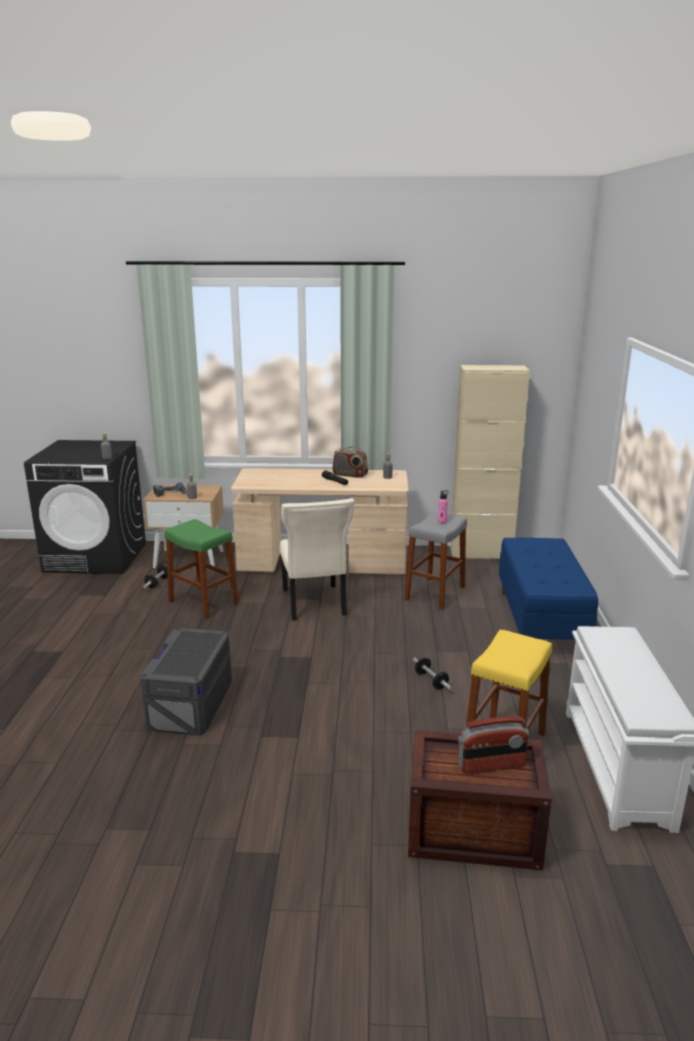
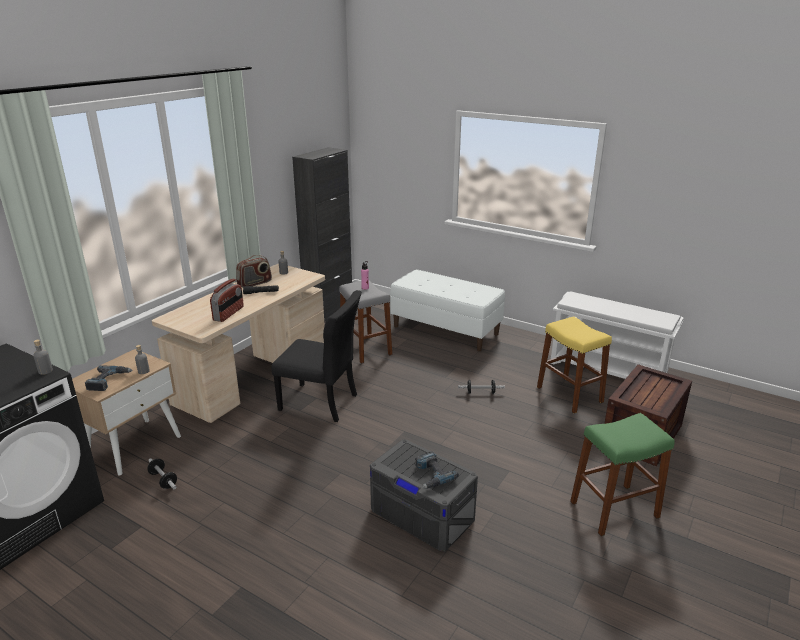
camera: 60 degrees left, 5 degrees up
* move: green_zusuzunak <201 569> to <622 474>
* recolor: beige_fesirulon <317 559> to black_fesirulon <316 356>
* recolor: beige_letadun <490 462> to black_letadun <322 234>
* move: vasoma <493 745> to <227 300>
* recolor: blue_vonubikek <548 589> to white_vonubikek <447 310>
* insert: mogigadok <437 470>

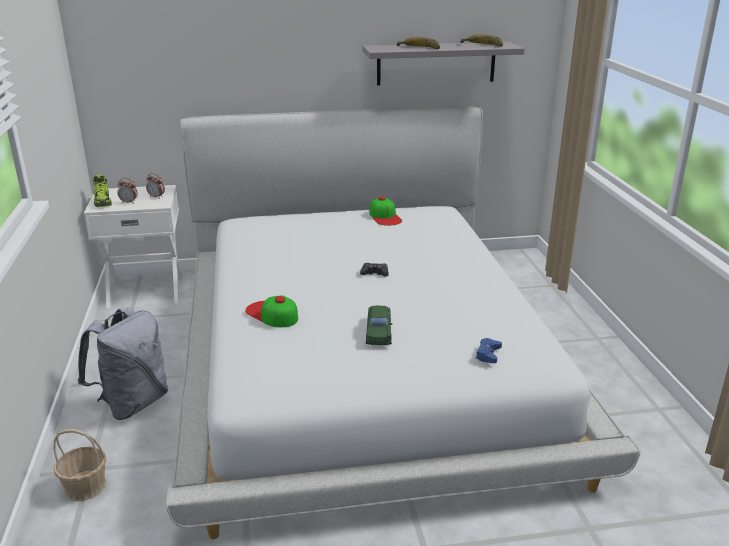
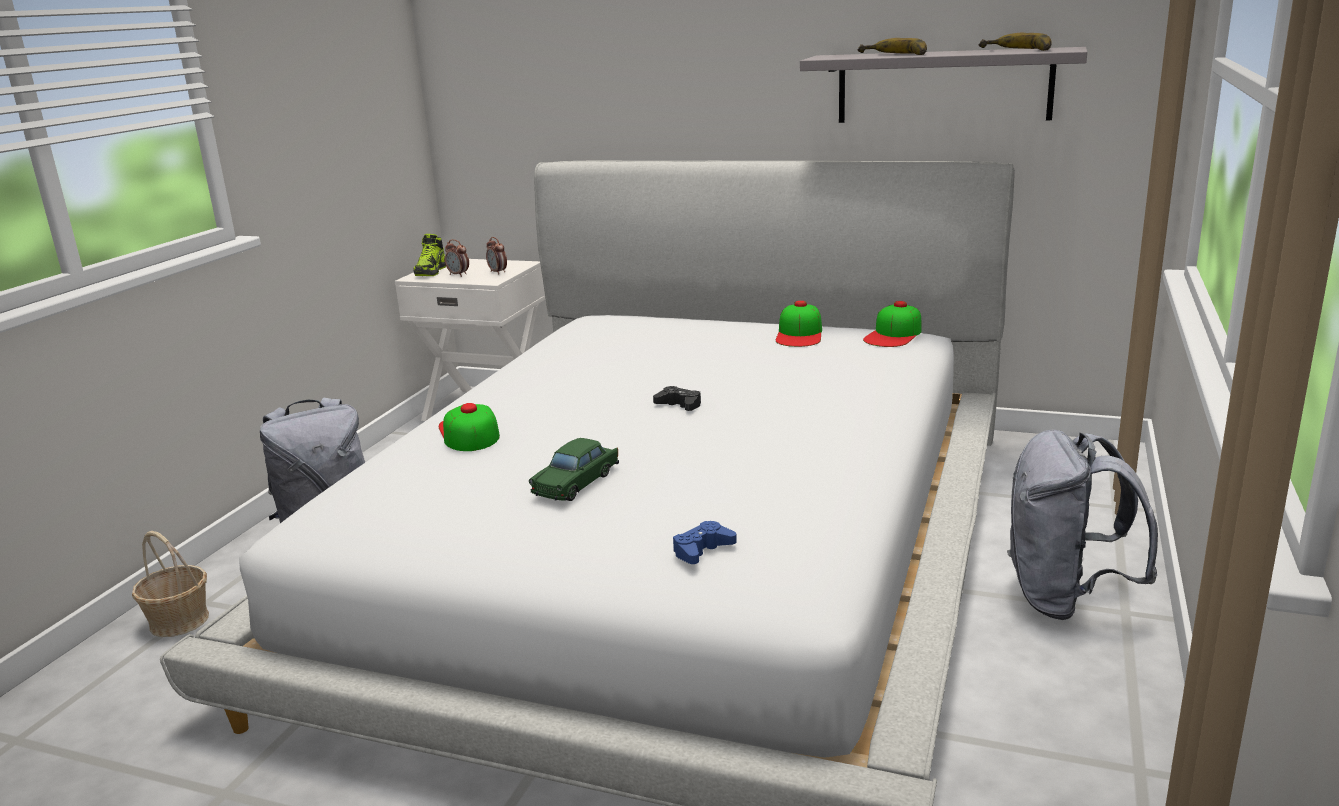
camera: 30 degrees right, 5 degrees down
* insert: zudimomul <892 324>
* insert: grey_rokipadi <1082 525>

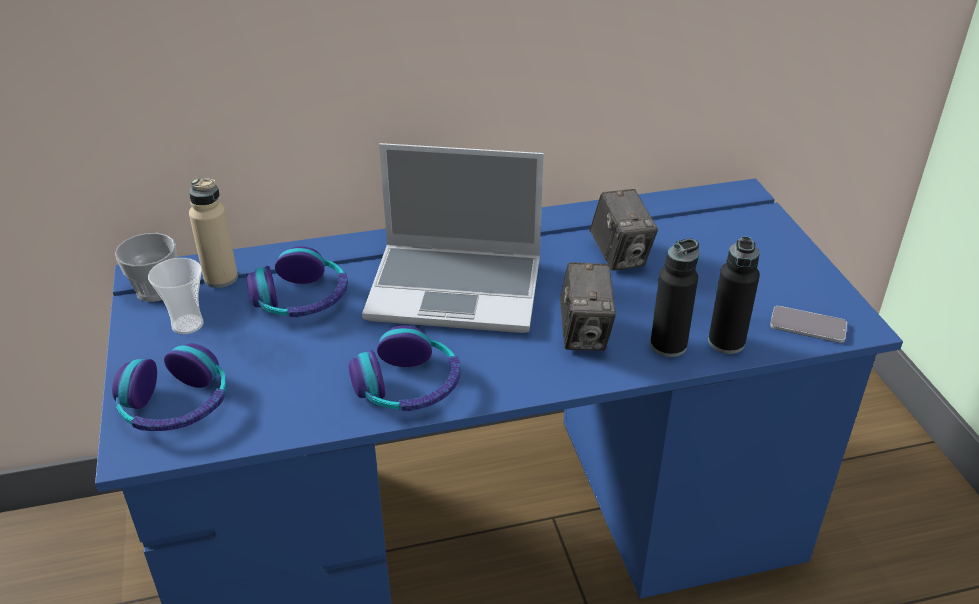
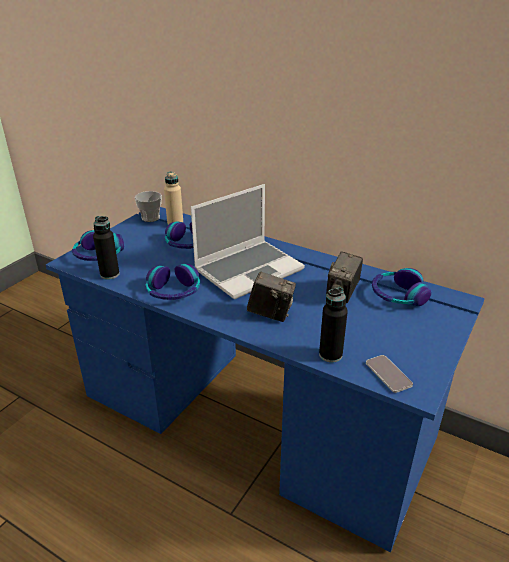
camera: 45 degrees right, 5 degrees down
* delete: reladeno <176 296>
* rotate: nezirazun <453 238> = <248 241> 90 degrees counterclockwise
* rotate: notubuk <588 306> = <271 297> 120 degrees counterclockwise
* move: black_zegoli <674 297> to <106 248>
* insert: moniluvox <401 287>

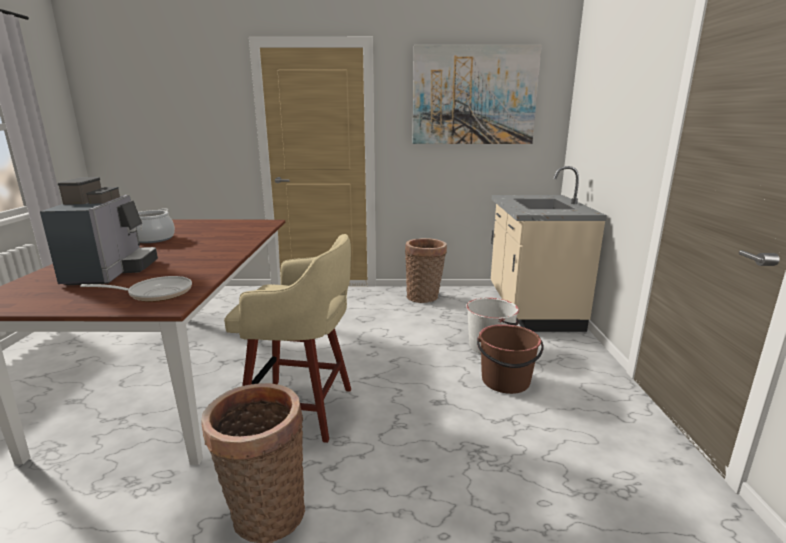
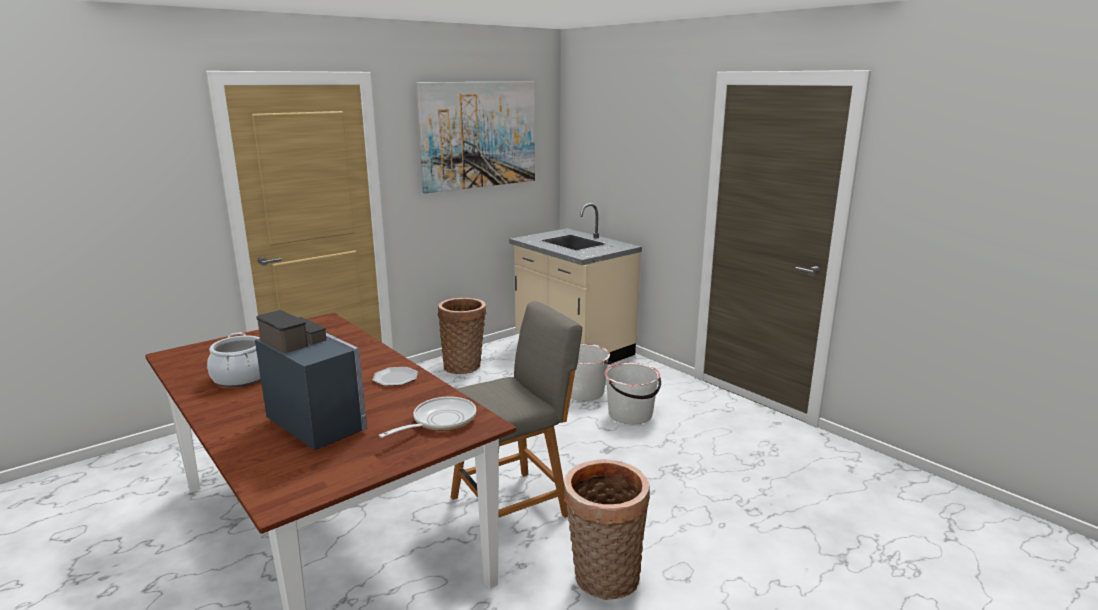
camera: 40 degrees left, 0 degrees up
* replace: beige_zusuzunak <287 338> to grey_fesirulon <516 409>
* recolor: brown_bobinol <510 359> to white_bobinol <633 393>
* insert: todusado <395 376>

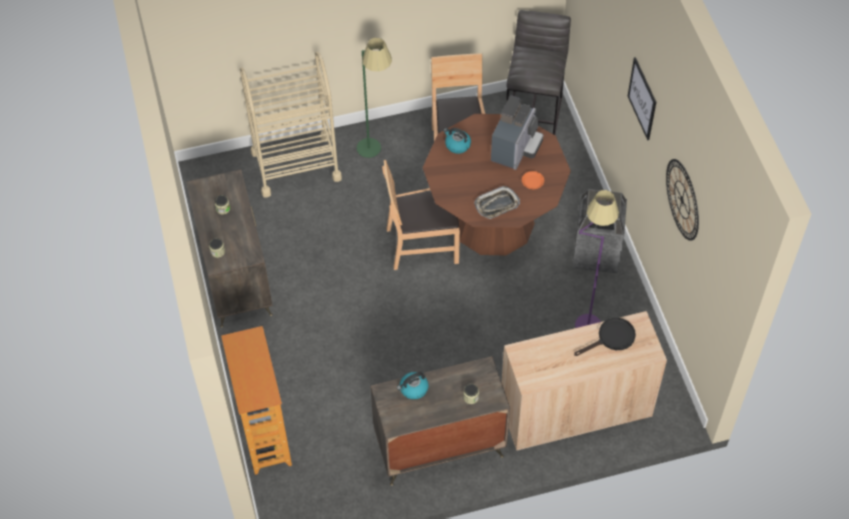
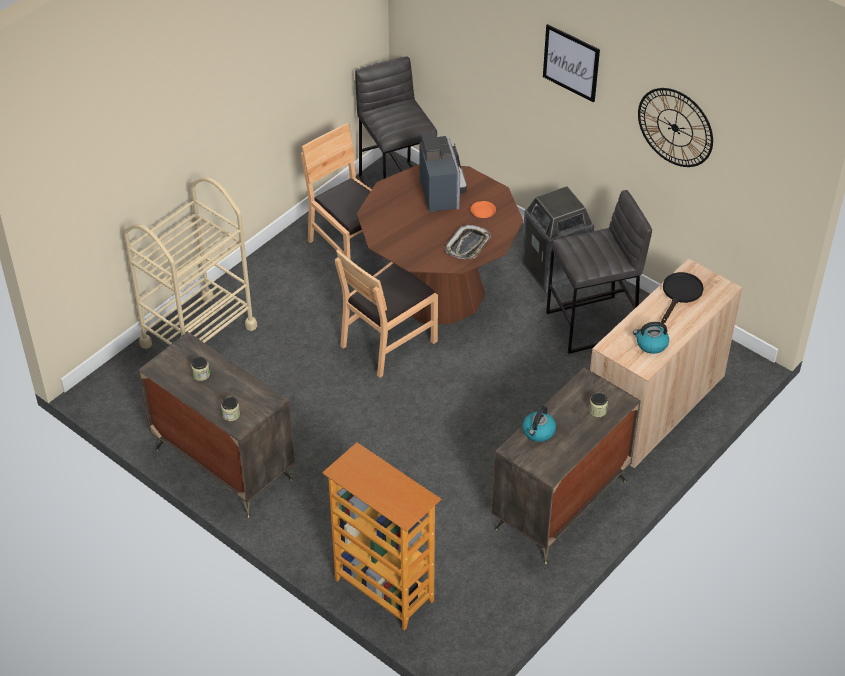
camera: 35 degrees left, 10 degrees down
* delete: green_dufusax <374 98>
* move: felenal <457 141> to <651 338>
* replace: purple_dufusax <597 259> to grey_zusuzunak <599 272>

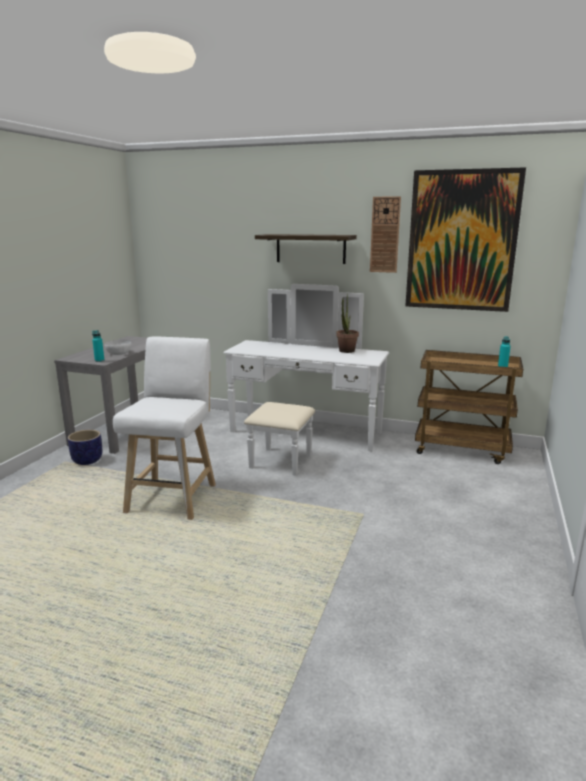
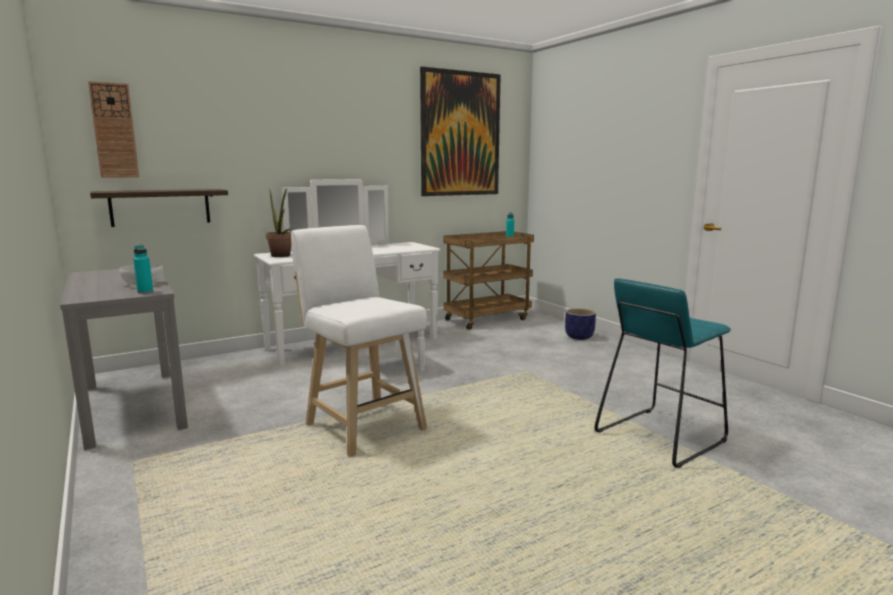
camera: 50 degrees left, 5 degrees down
* move: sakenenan <85 447> to <580 324>
* move: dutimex <306 249> to <159 208>
* move: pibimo <347 324> to <278 222>
* move: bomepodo <385 234> to <113 129>
* insert: turquoise_zusuzunak <663 373>

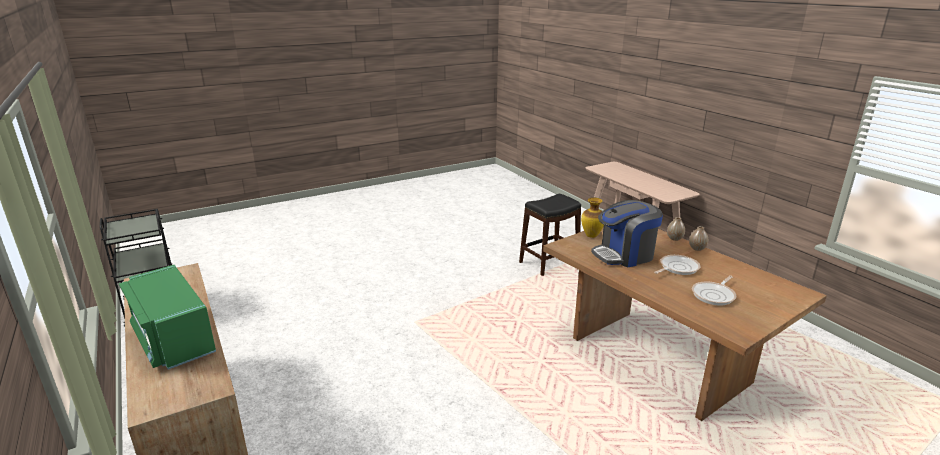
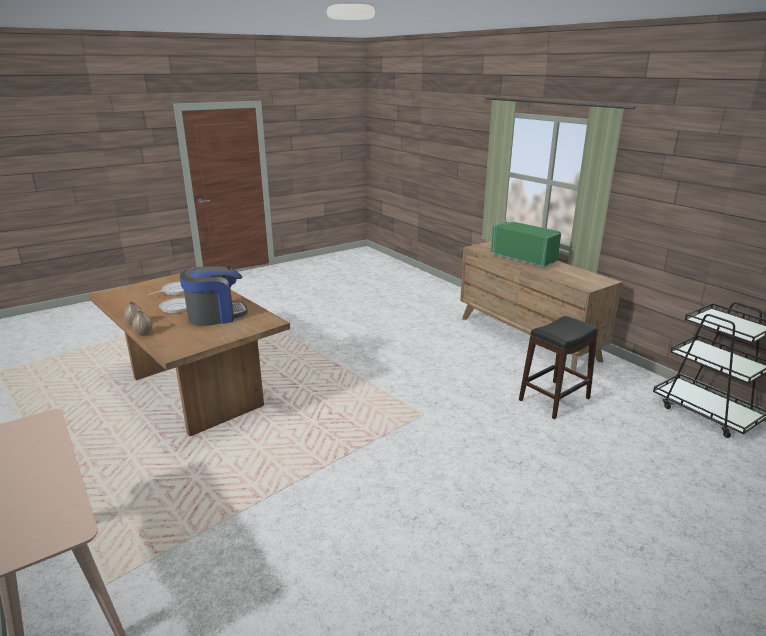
camera: 175 degrees right, 0 degrees up
* move: black_zusuzunak <550 235> to <558 367>
* delete: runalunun <592 218>

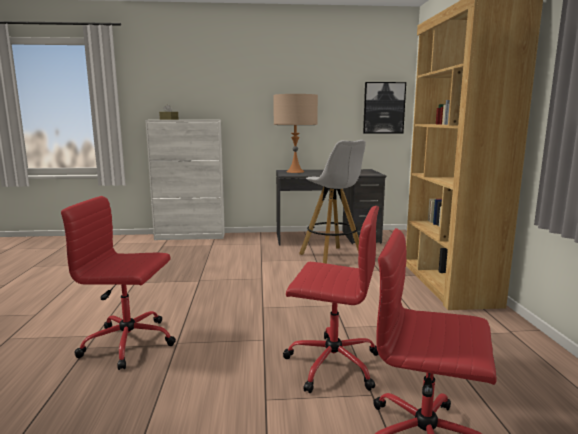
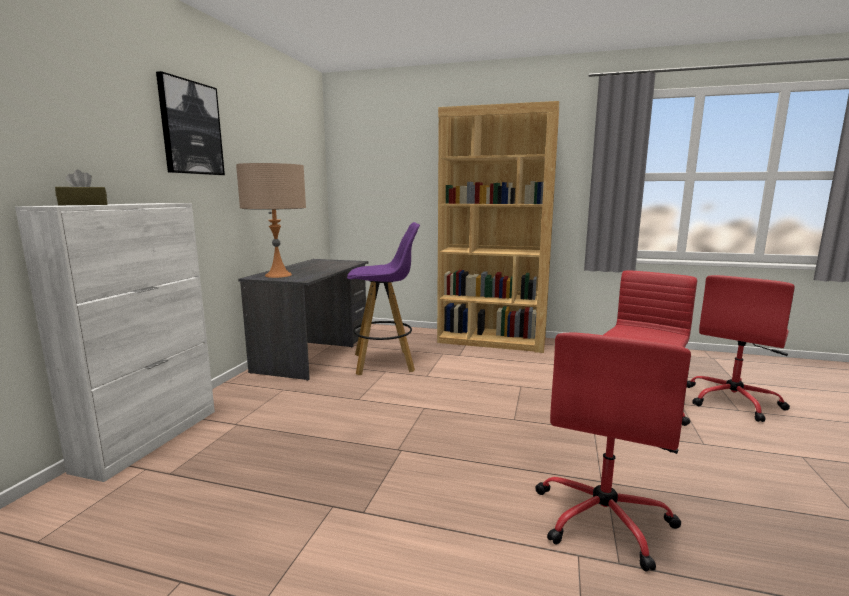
camera: 70 degrees left, 0 degrees up
* recolor: white_zusuzunak <332 202> to purple_zusuzunak <383 298>
* move: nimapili <384 108> to <190 123>

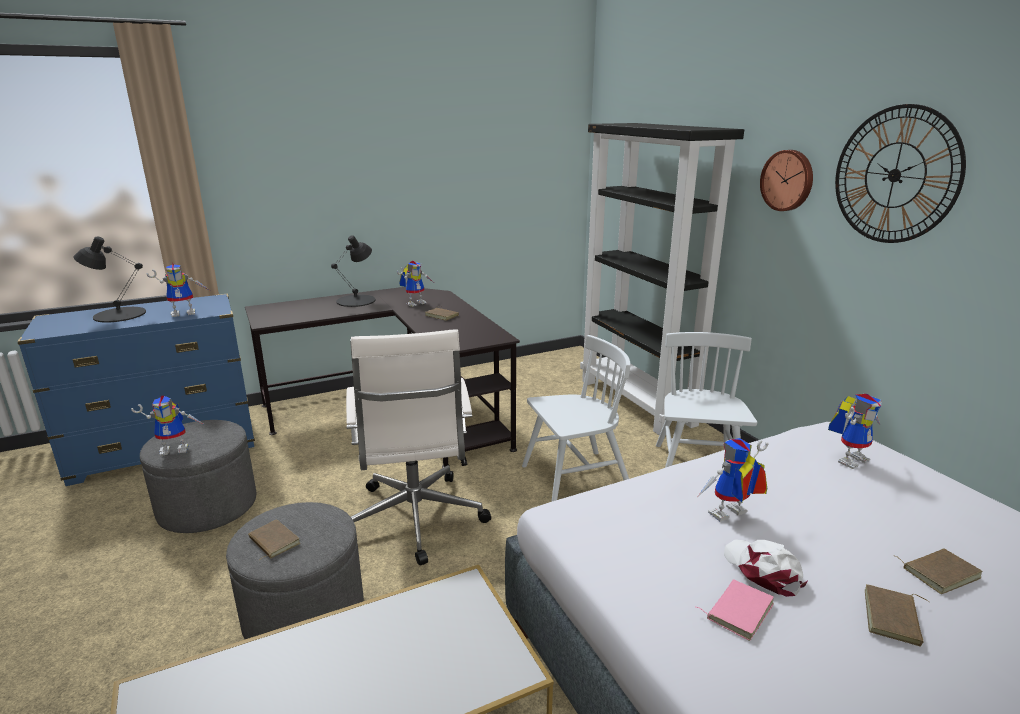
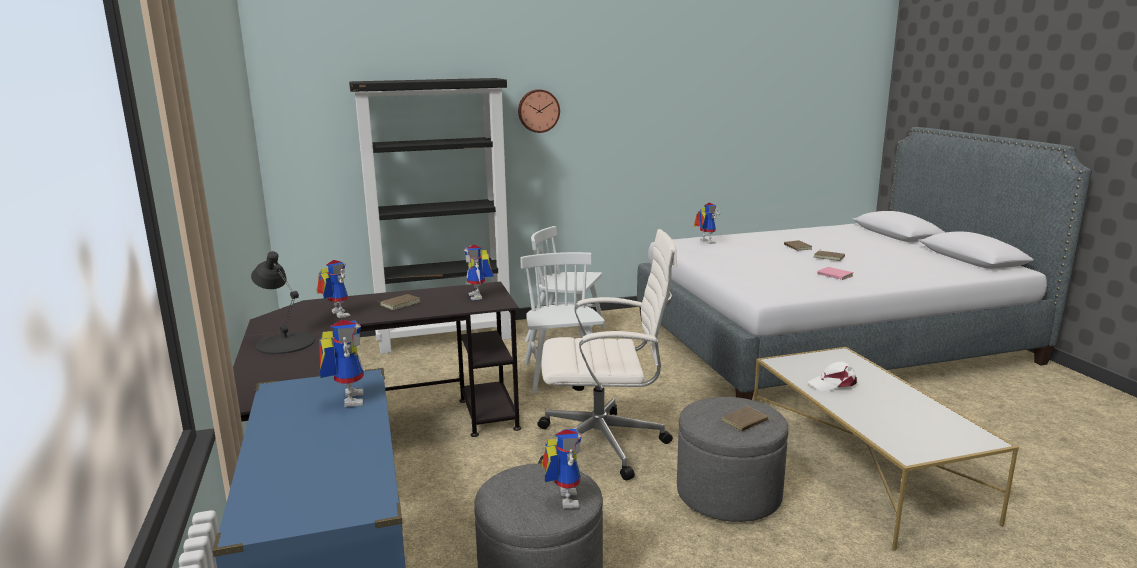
camera: 80 degrees left, 5 degrees down
* delete: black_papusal <109 279>
* move: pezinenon <733 480> to <478 272>
* move: white_zudimomul <766 568> to <832 377>
* delete: bomepodo <900 173>

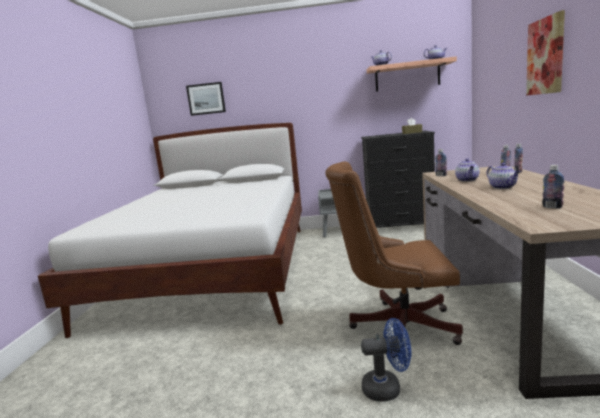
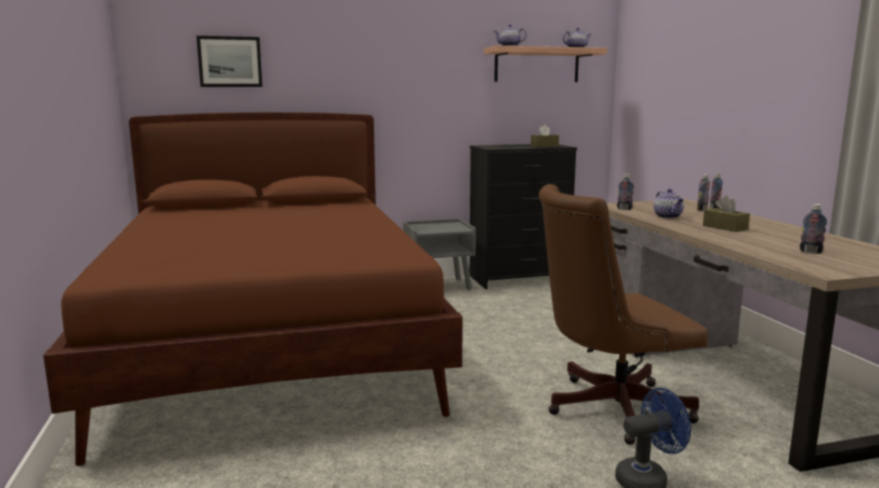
camera: 20 degrees left, 0 degrees up
* recolor: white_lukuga <170 230> to brown_lukuga <253 289>
* replace: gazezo <504 176> to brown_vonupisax <726 214>
* delete: nimapili <545 53>

